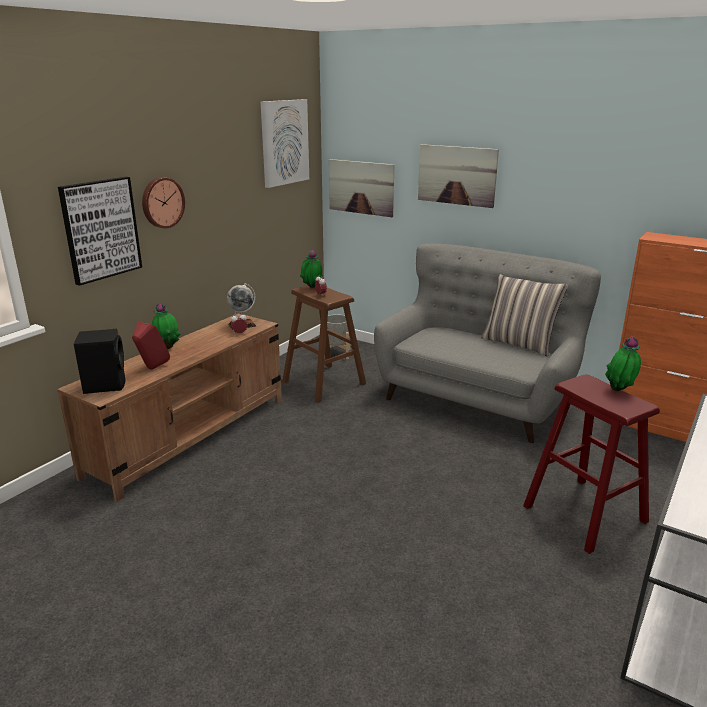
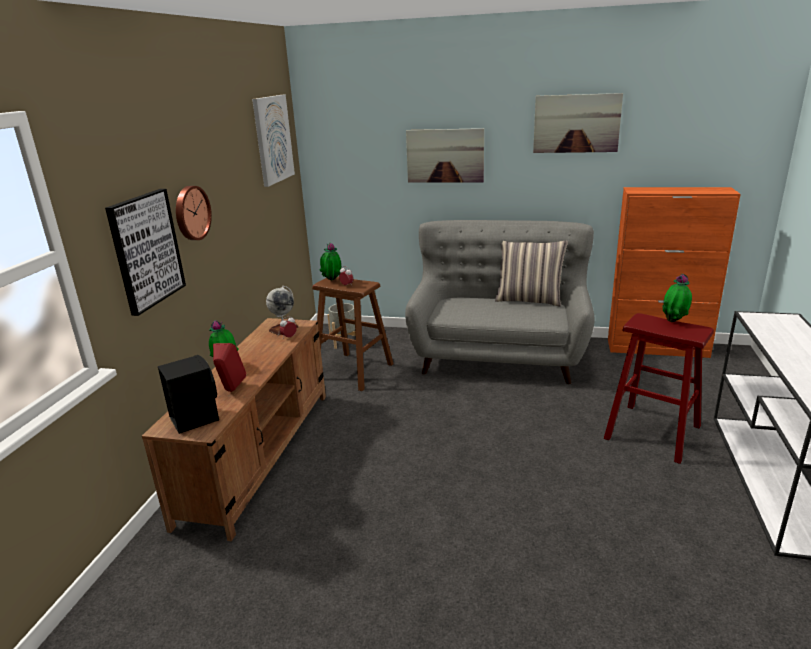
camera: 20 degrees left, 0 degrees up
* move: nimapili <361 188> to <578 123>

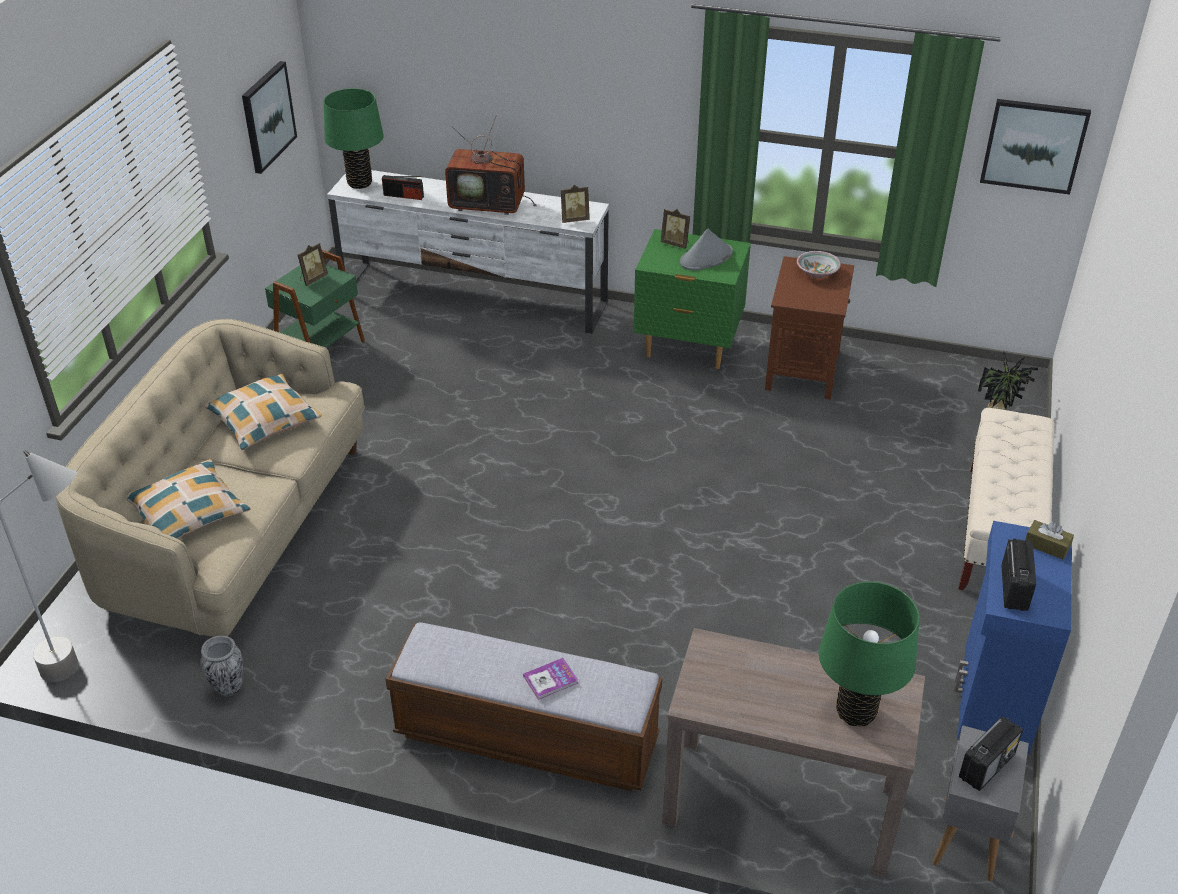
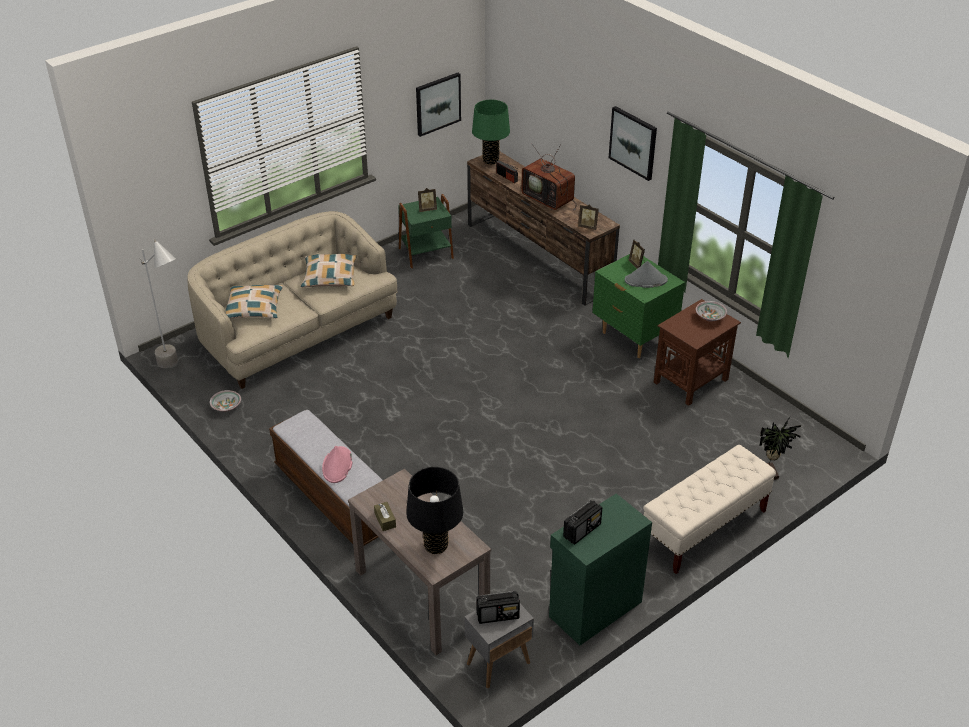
camera: 35 degrees right, 0 degrees up
* replace: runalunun <222 666> to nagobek <225 401>
* recolor: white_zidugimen <468 252> to brown_zidugimen <543 228>
* replace: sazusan <550 679> to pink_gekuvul <337 464>
* recolor: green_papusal <869 653> to black_papusal <434 510>
* recolor: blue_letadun <1013 638> to green_letadun <600 569>
* move: nimapili <1035 147> to <633 143>
* move: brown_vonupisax <1049 540> to <385 516>

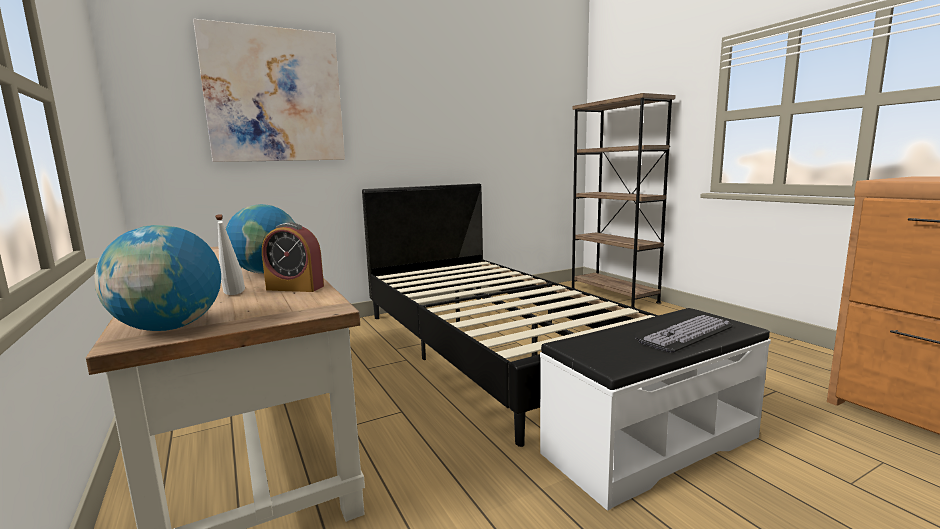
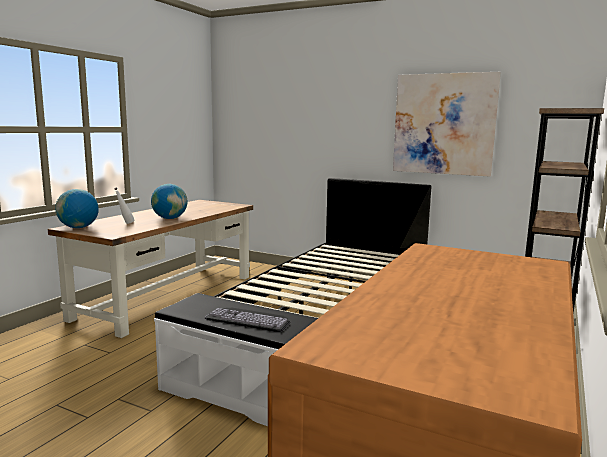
camera: 55 degrees right, 0 degrees up
* move: nimapili <269 90> to <447 124>
* delete: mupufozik <293 257>

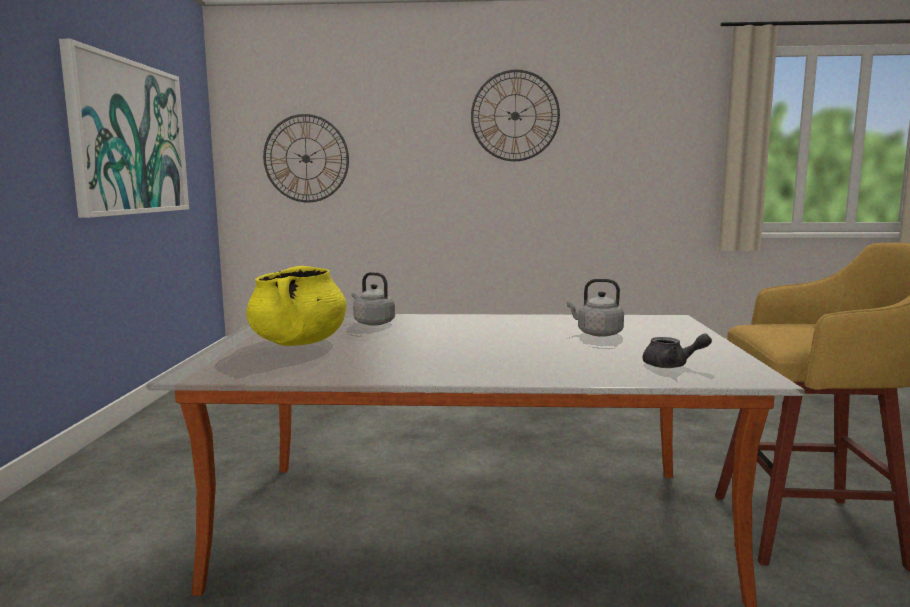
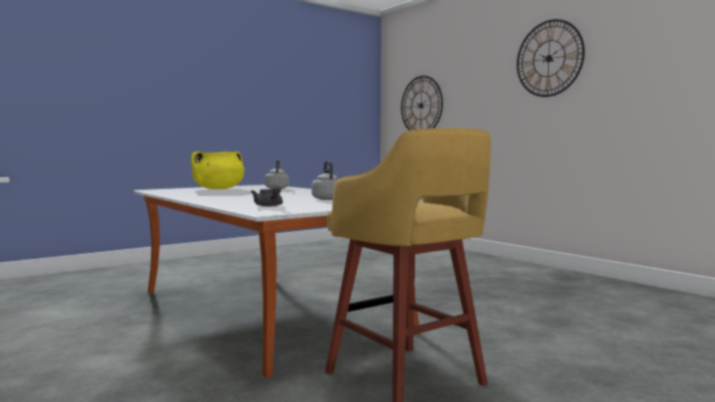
camera: 50 degrees right, 5 degrees down
* delete: nimapili <124 128>

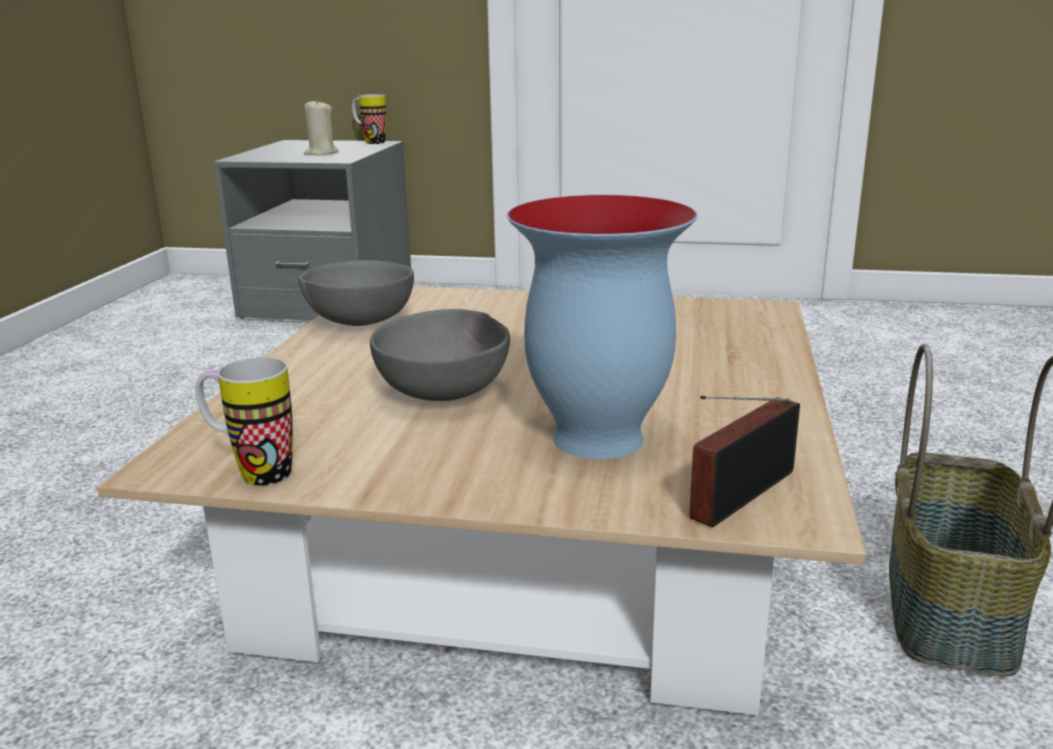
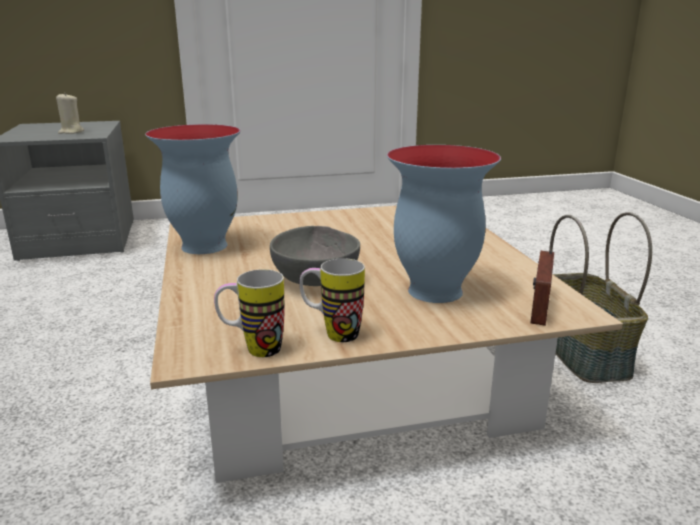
camera: 25 degrees left, 0 degrees up
* replace: grey_nagobek <356 293> to runalunun <192 189>
* move: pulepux <369 119> to <332 300>

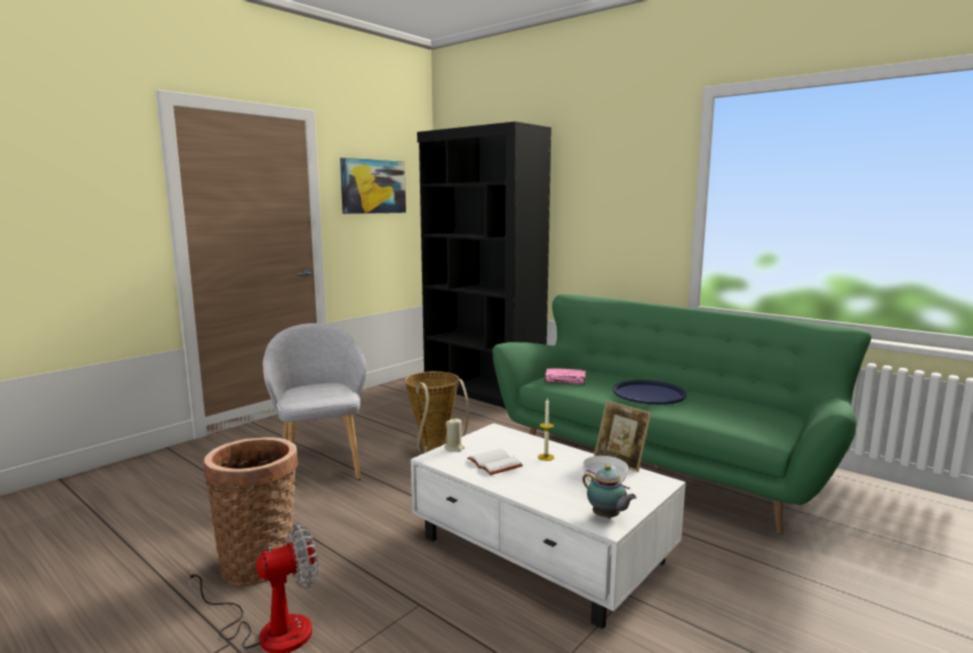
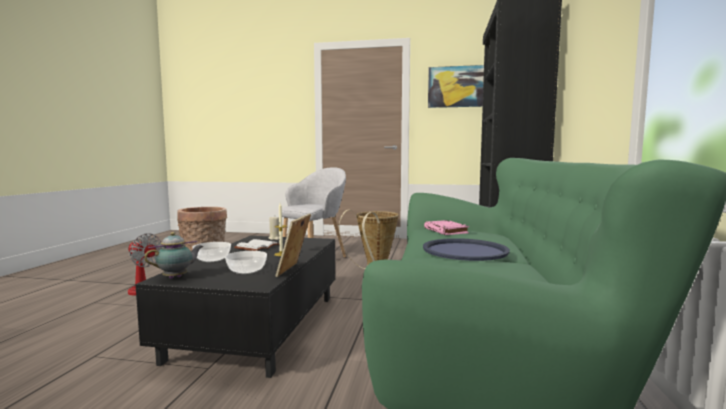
camera: 60 degrees right, 5 degrees down
* recolor: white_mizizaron <548 526> to black_mizizaron <235 307>
* rotate: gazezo <609 491> = <174 255> 150 degrees counterclockwise
* insert: nagobek <211 252>

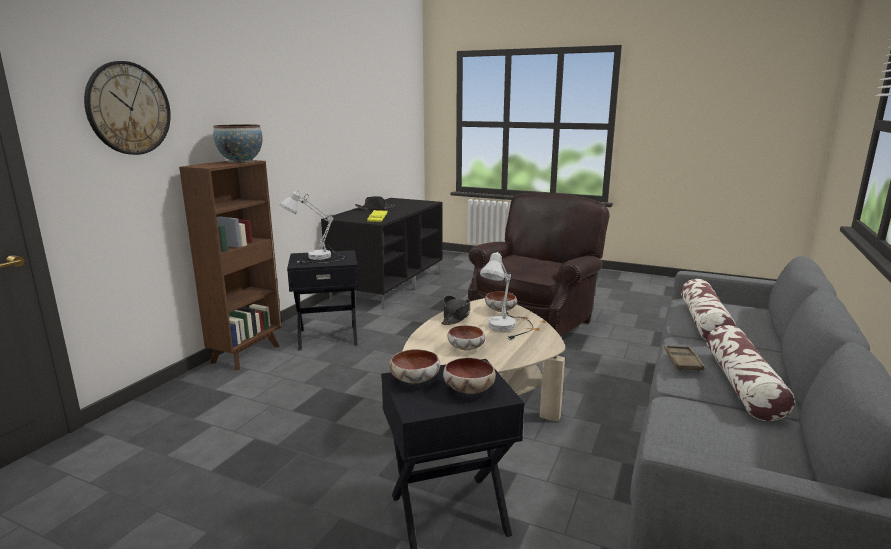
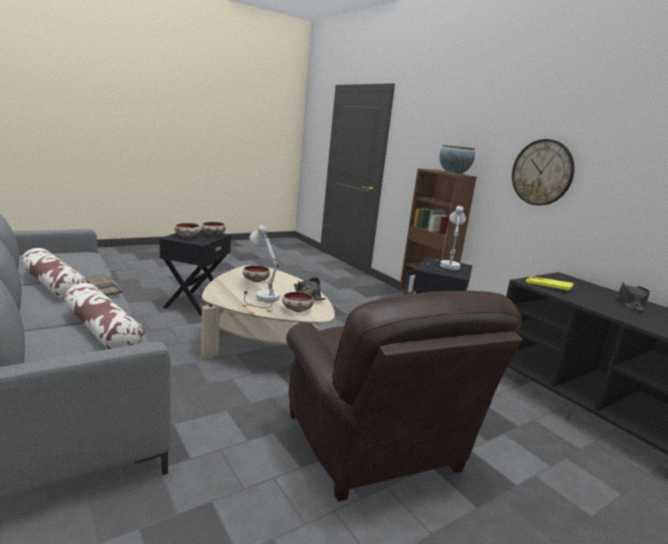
camera: 120 degrees right, 0 degrees up
* move: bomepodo <127 108> to <543 172>

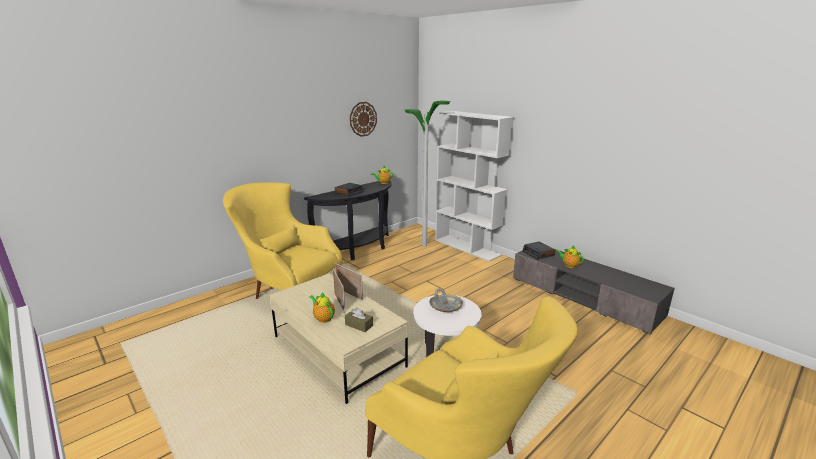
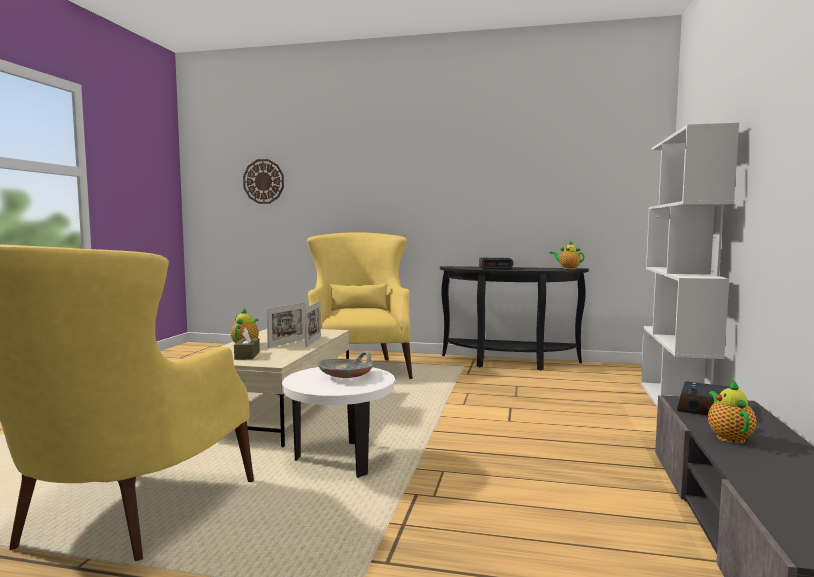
camera: 55 degrees right, 15 degrees down
* move: bomepodo <363 119> to <263 181>
* delete: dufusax <427 173>

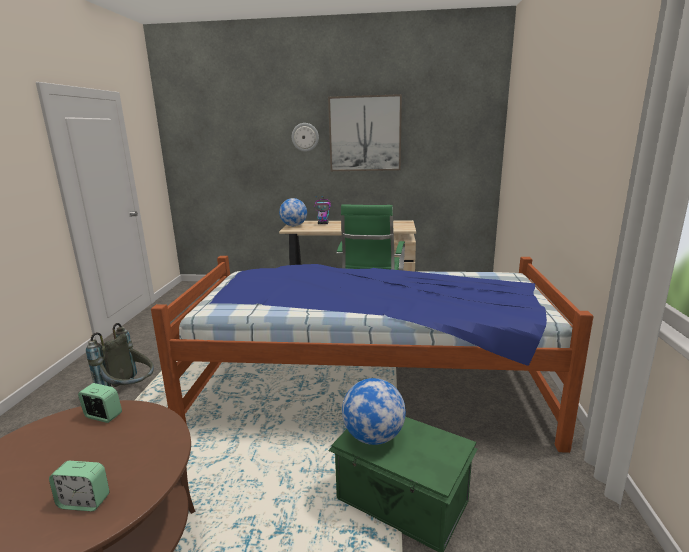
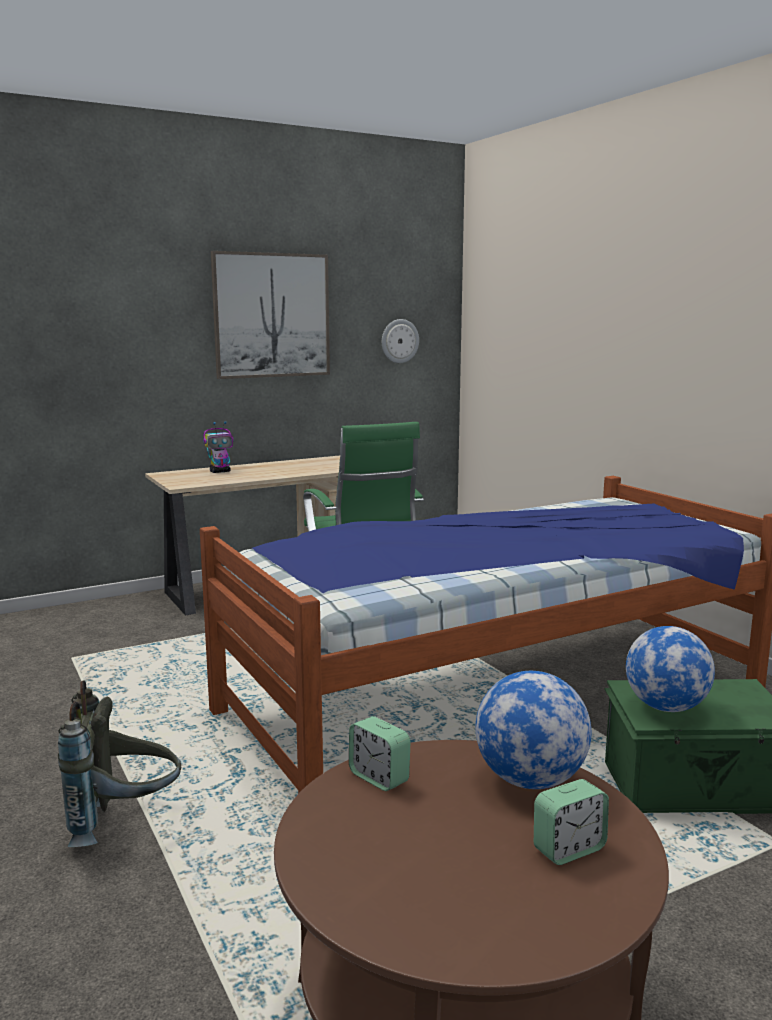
camera: 35 degrees left, 5 degrees down
* rotate: mupufozik <100 403> = <380 753> 120 degrees counterclockwise
* move: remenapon <293 212> to <533 730>
* move: bomepodo <305 137> to <400 341>

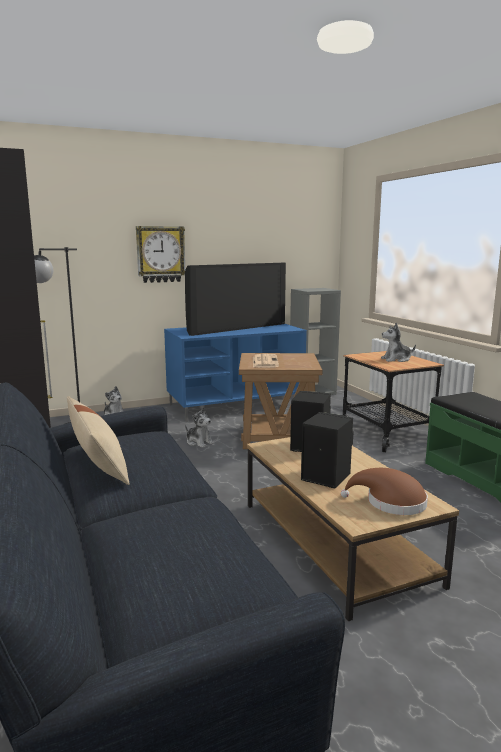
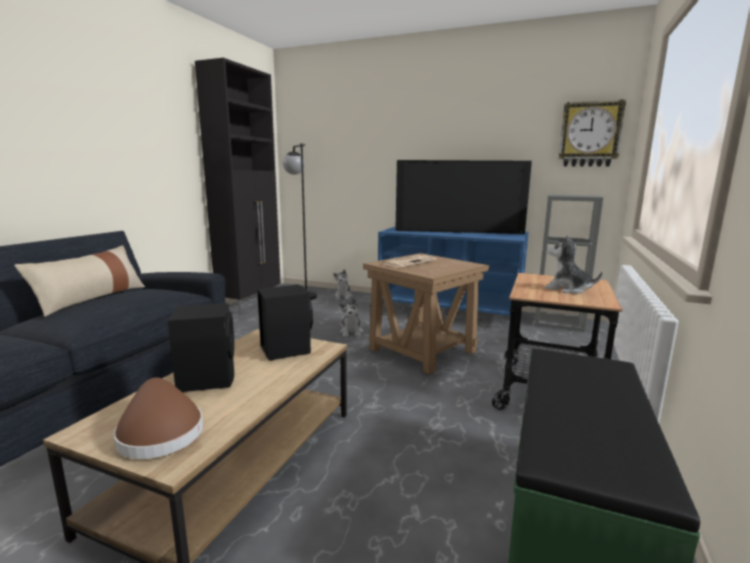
camera: 45 degrees right, 0 degrees up
* move: bomepodo <160 254> to <592 132>

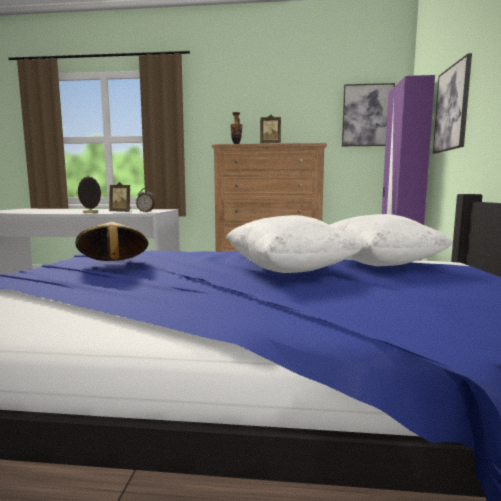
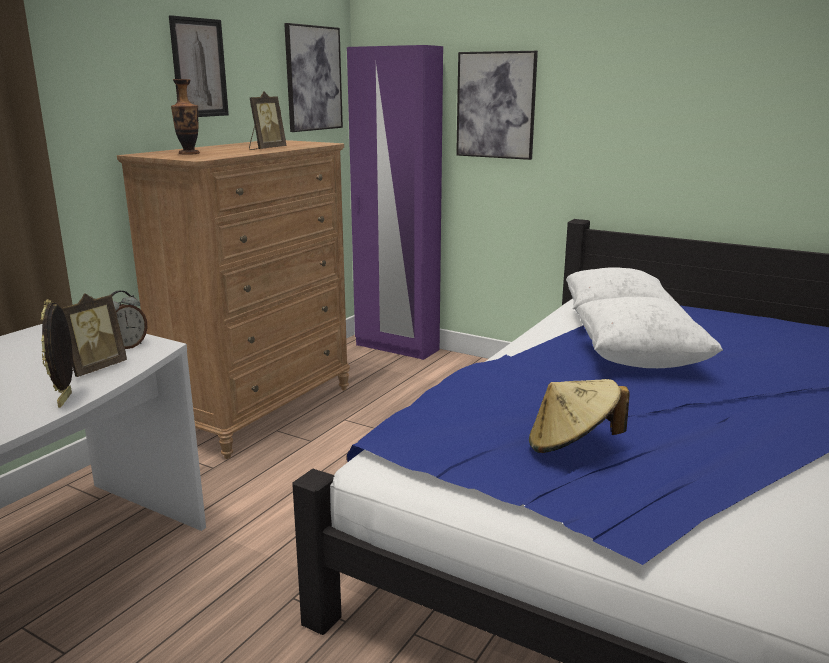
camera: 65 degrees left, 10 degrees up
* insert: nimapili <199 66>

